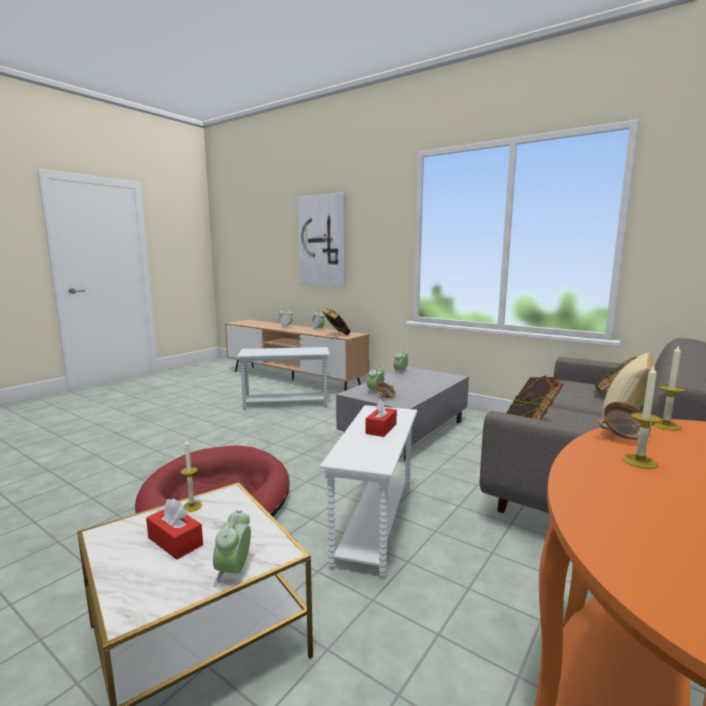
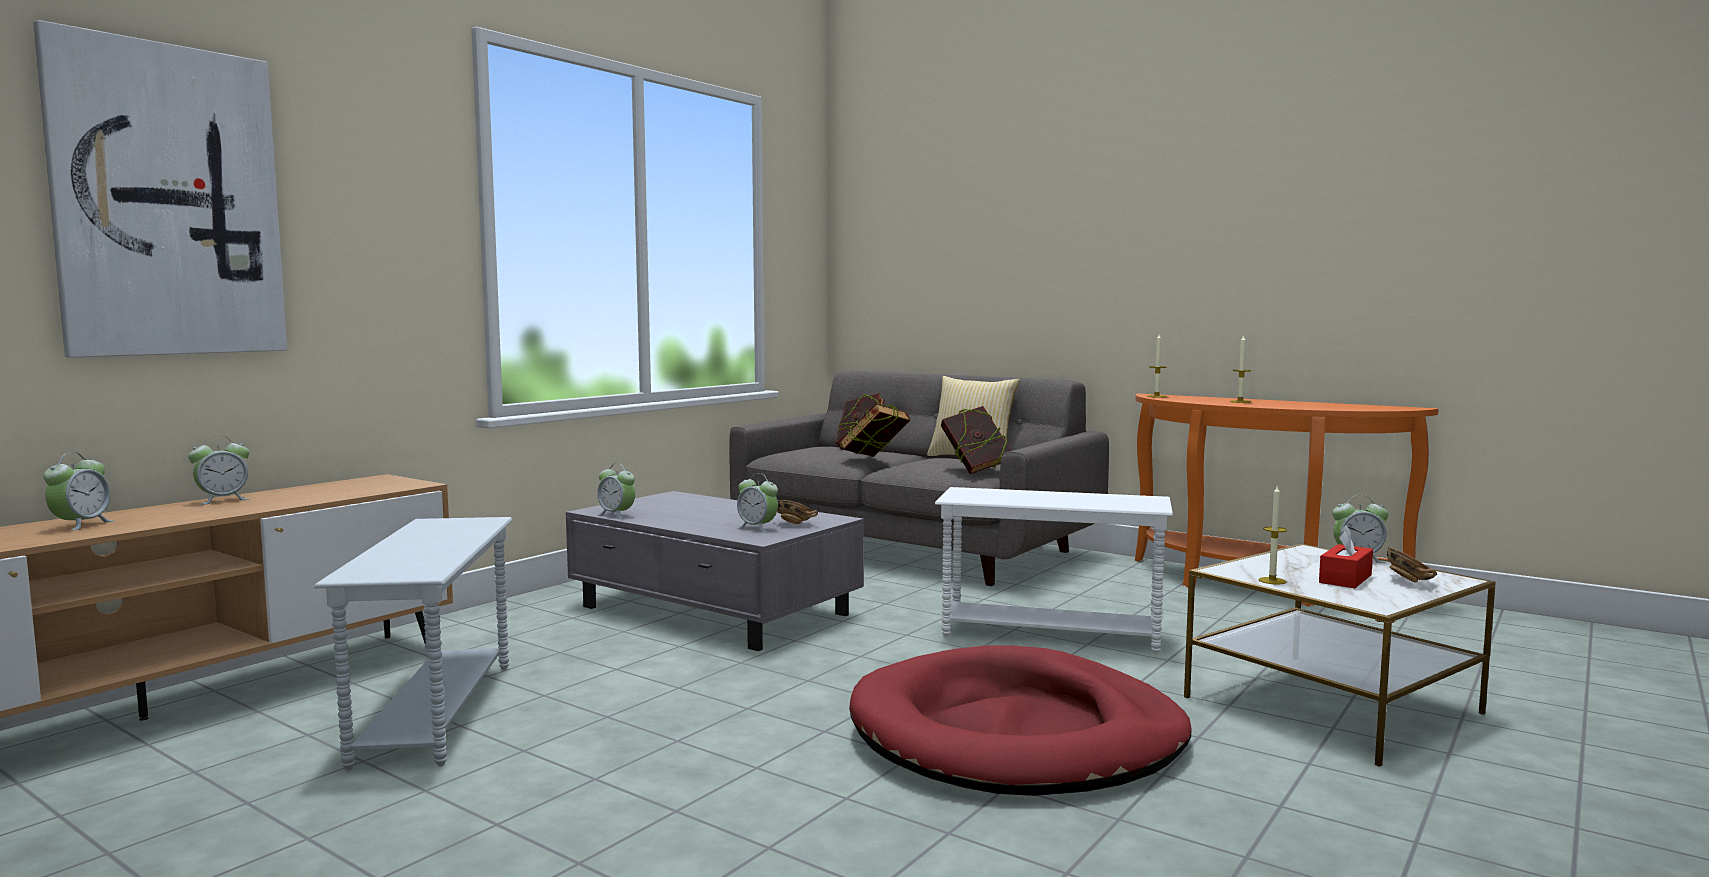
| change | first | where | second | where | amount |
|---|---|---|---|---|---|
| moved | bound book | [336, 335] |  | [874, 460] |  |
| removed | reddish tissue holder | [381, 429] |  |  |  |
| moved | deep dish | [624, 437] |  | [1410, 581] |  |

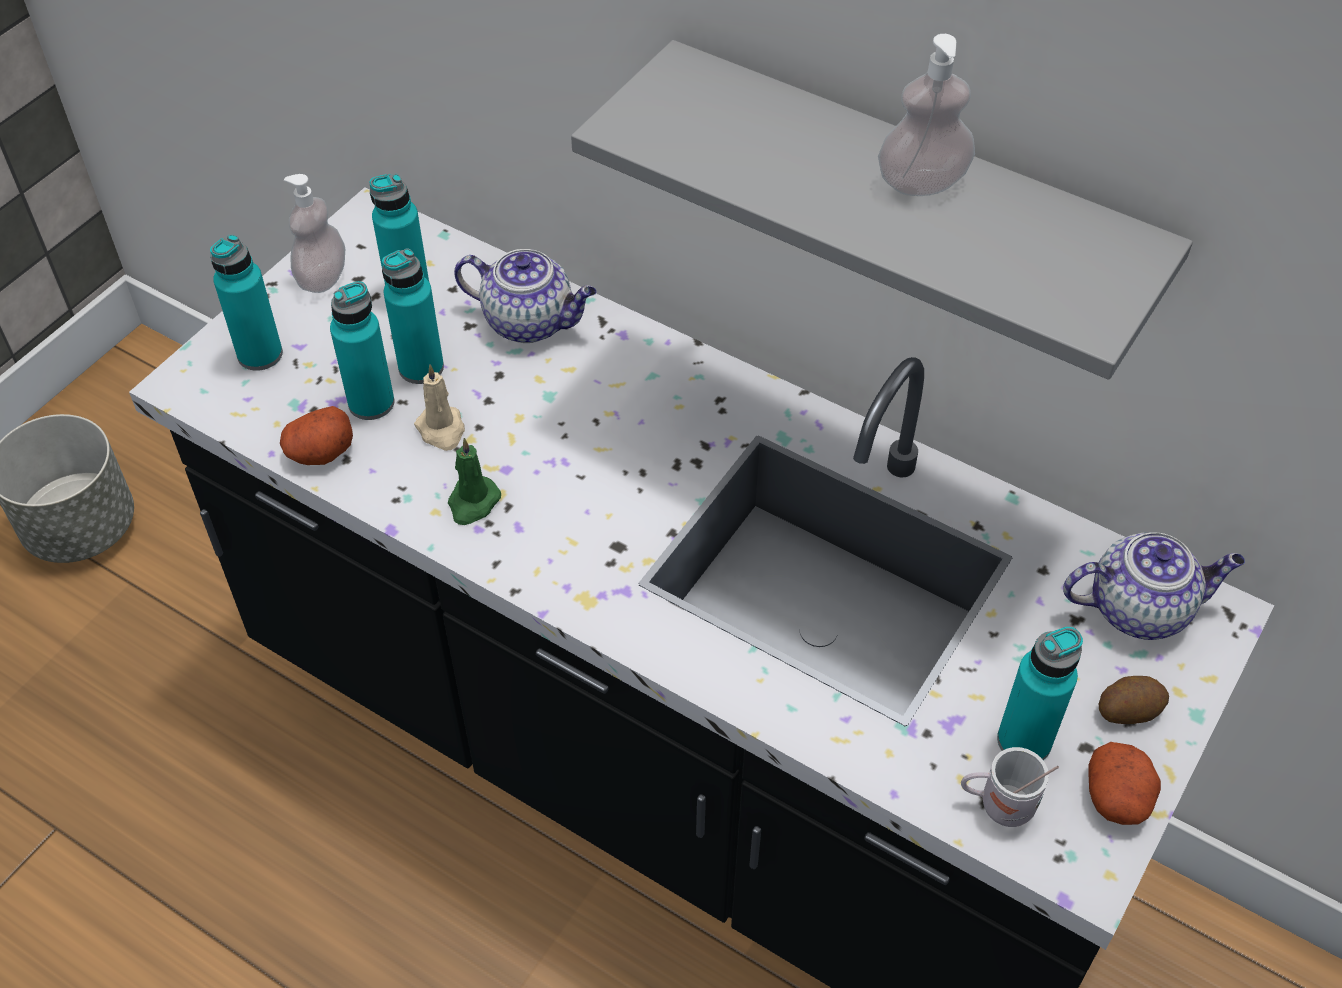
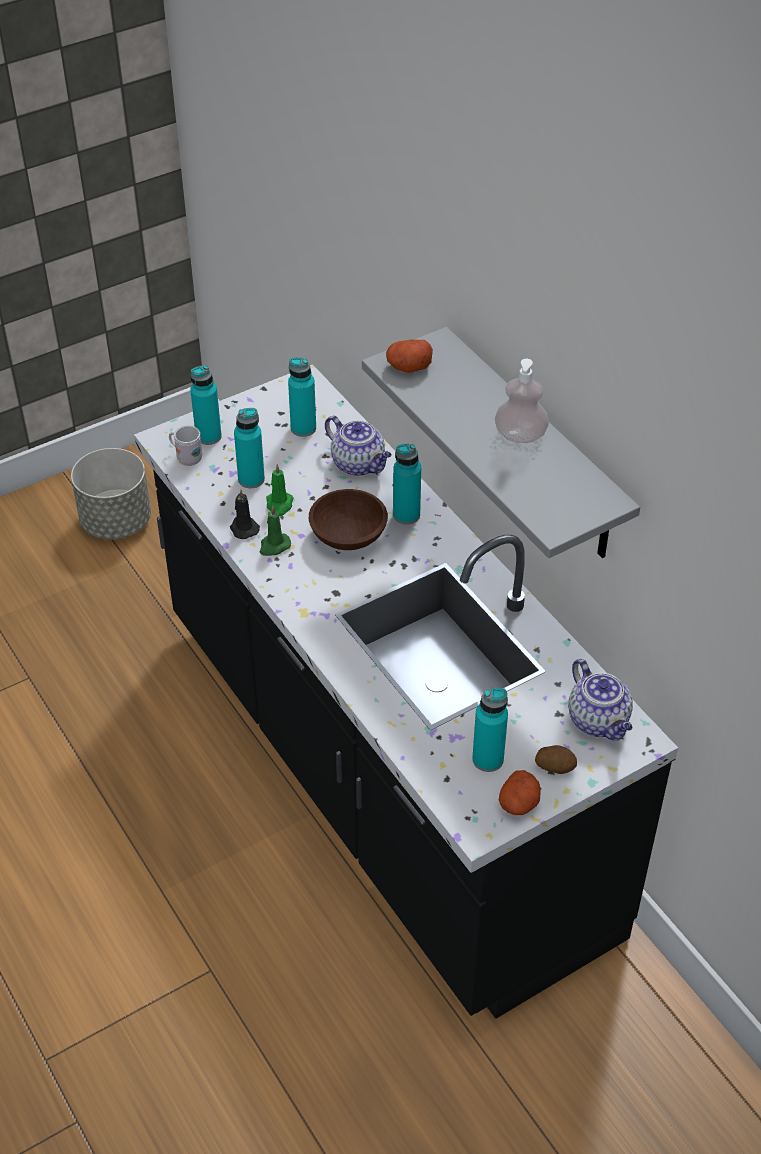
| change | first | where | second | where | amount |
|---|---|---|---|---|---|
| moved | spud | [320, 452] |  | [408, 367] |  |
| removed | liquid soap bottle | [322, 277] |  |  |  |
| moved | turquoise drink bottle | [421, 368] |  | [406, 515] |  |
| recoloured | beige wax candle | [442, 430] | greenish wax candle | [279, 505] |  |
| moved | whitish mug | [998, 805] |  | [186, 457] |  |
| turned | teapot | [1141, 608] |  | [599, 721] | 45 degrees clockwise |
| added |  |  | black-coloured wax candle | [243, 528] |  |
| added |  |  | brownish deep dish | [347, 536] |  |

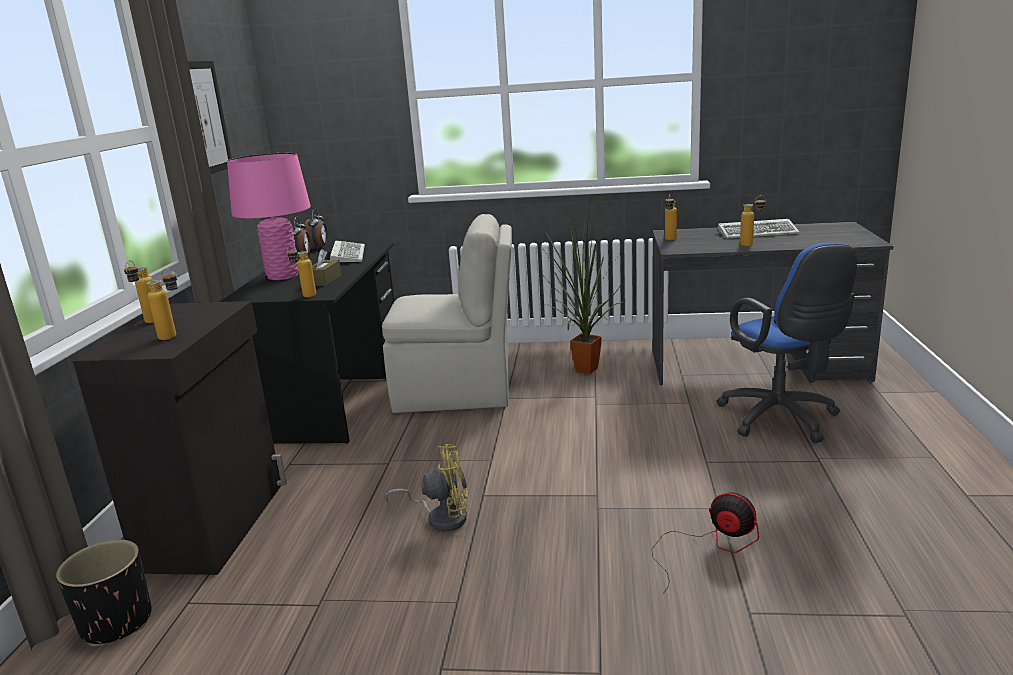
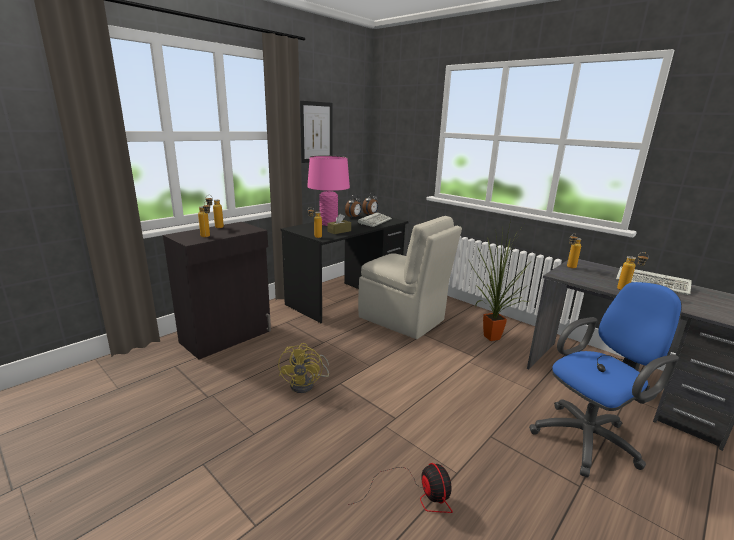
| change | first | where | second | where | amount |
|---|---|---|---|---|---|
| removed | black-coloured planter | [116, 623] |  |  |  |
| turned | yellow-coloured fan | [441, 517] |  | [307, 384] | 60 degrees clockwise |
| turned | blue desk chair | [782, 420] |  | [589, 438] | 135 degrees counterclockwise |

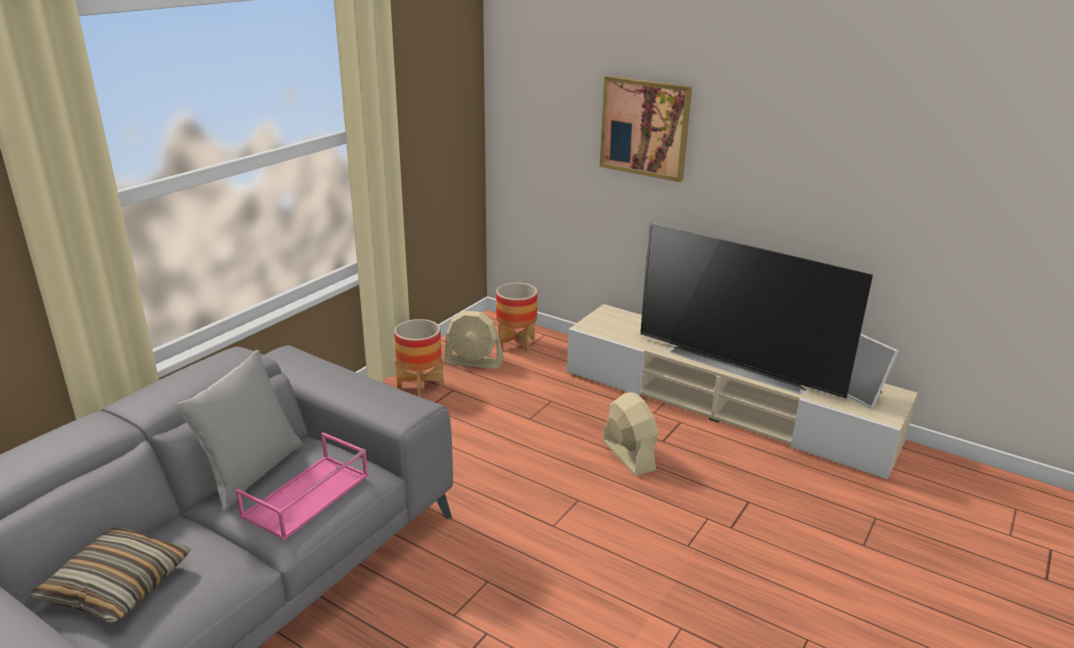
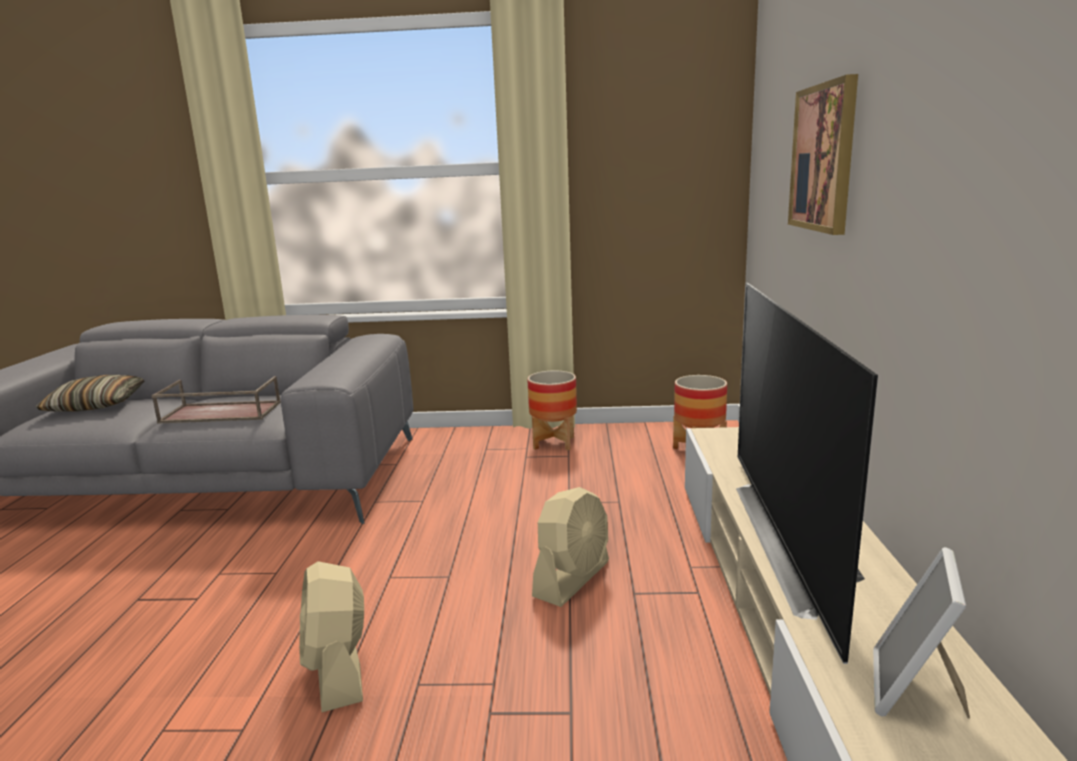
| change | first | where | second | where | amount |
|---|---|---|---|---|---|
| removed | greyish throw pillow | [251, 473] |  |  |  |
| recoloured | pinkish tray | [306, 497] | brownish tray | [219, 413] |  |
| moved | beige fan | [474, 362] |  | [337, 670] |  |

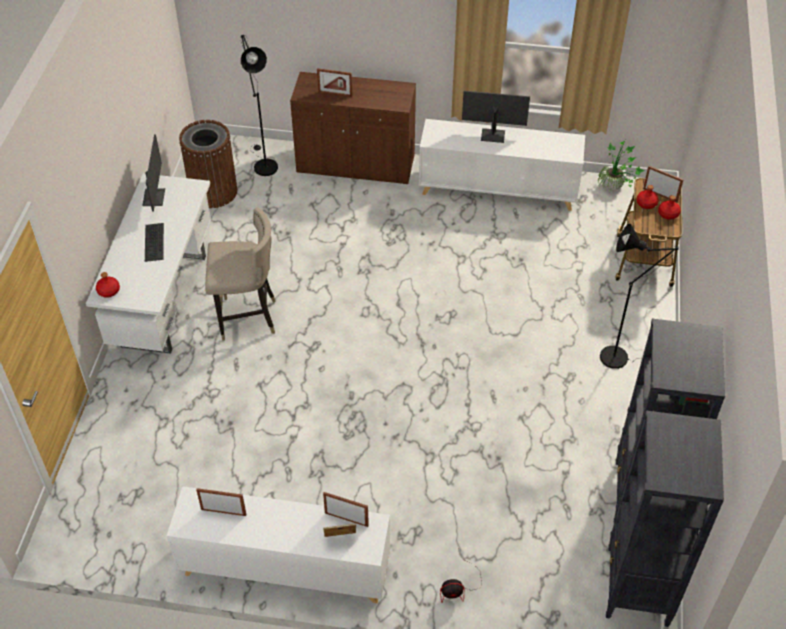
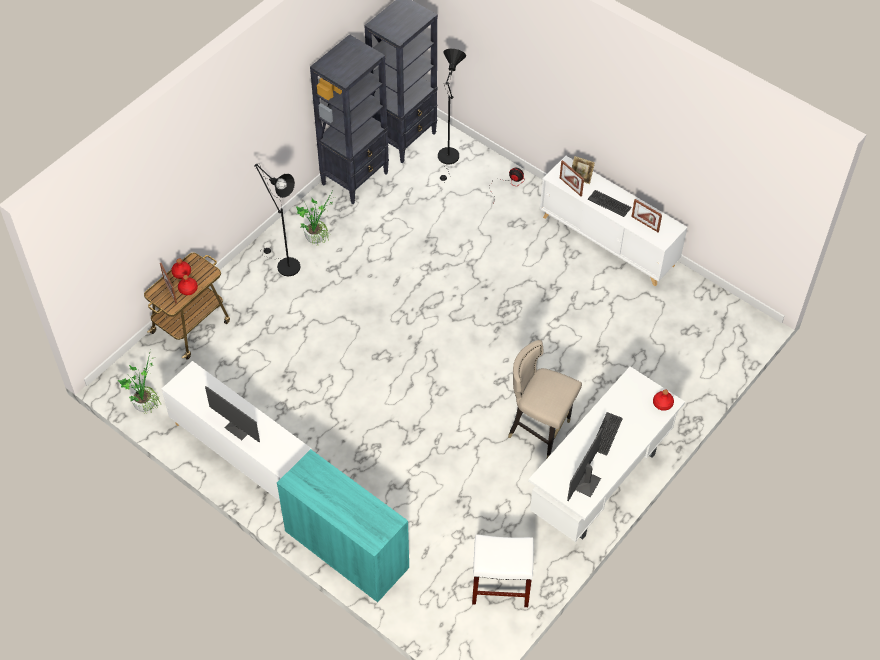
| change | first | where | second | where | amount |
|---|---|---|---|---|---|
| replaced | brownish rubbish bin | [213, 191] | whitish stool seat | [500, 587] |  |
| moved | black-coloured standard lamp | [263, 165] |  | [448, 159] |  |
| recoloured | brownish storage cabinet | [355, 165] | turquoise storage cabinet | [347, 550] |  |
| removed | picture frame | [335, 94] |  |  |  |
| added |  |  | plant in a pot | [316, 236] |  |
| added |  |  | keyboard | [609, 203] |  |

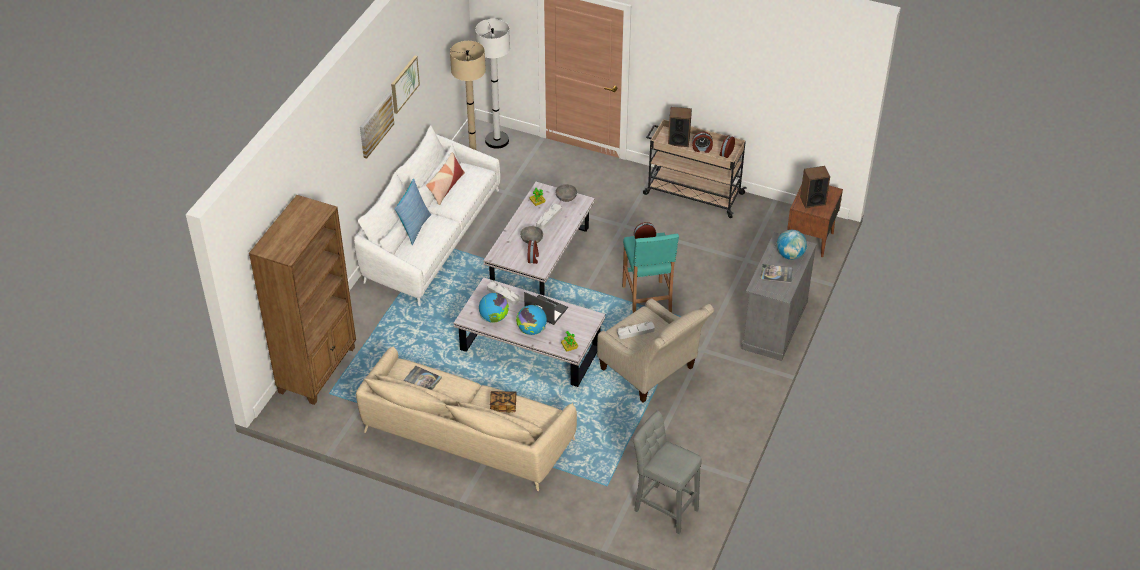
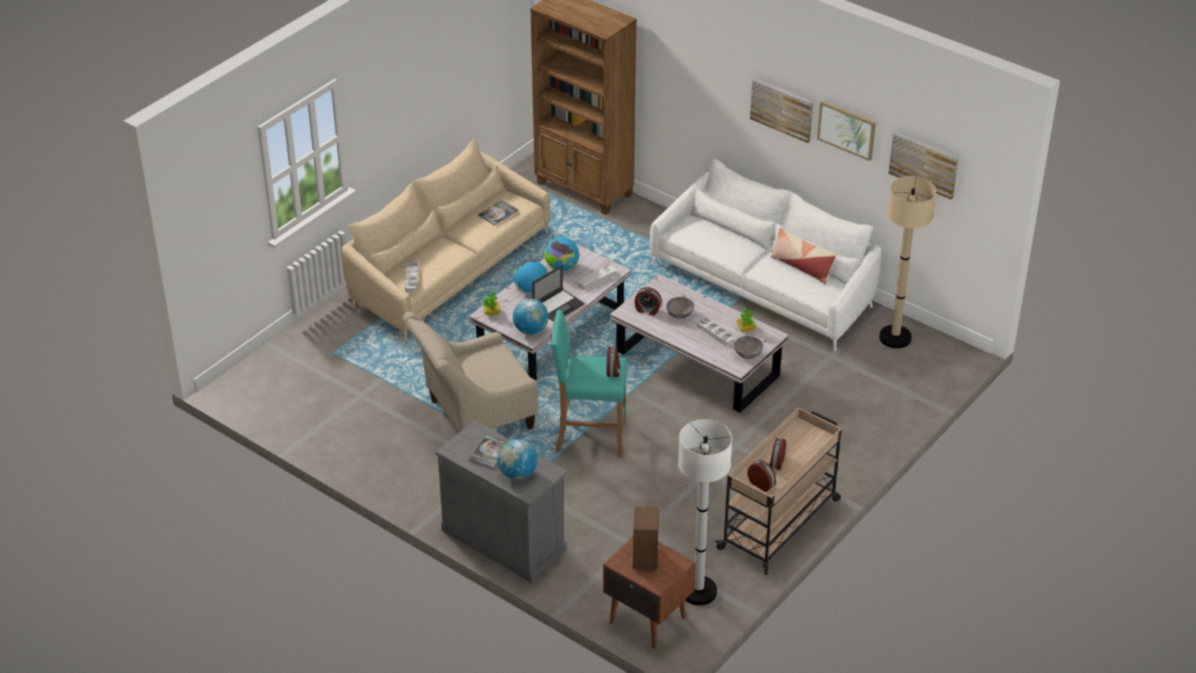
| change | first | where | second | where | amount |
|---|---|---|---|---|---|
| removed | throw pillow | [414, 228] |  |  |  |
| moved | whitish standard lamp | [497, 140] |  | [698, 591] |  |
| removed | bound book | [503, 405] |  |  |  |
| moved | greyish tray | [635, 332] |  | [411, 279] |  |
| removed | greyish stool seat | [663, 507] |  |  |  |
| removed | speaker | [678, 141] |  |  |  |
| added |  |  | world globe | [531, 330] |  |
| added |  |  | wall art | [924, 164] |  |

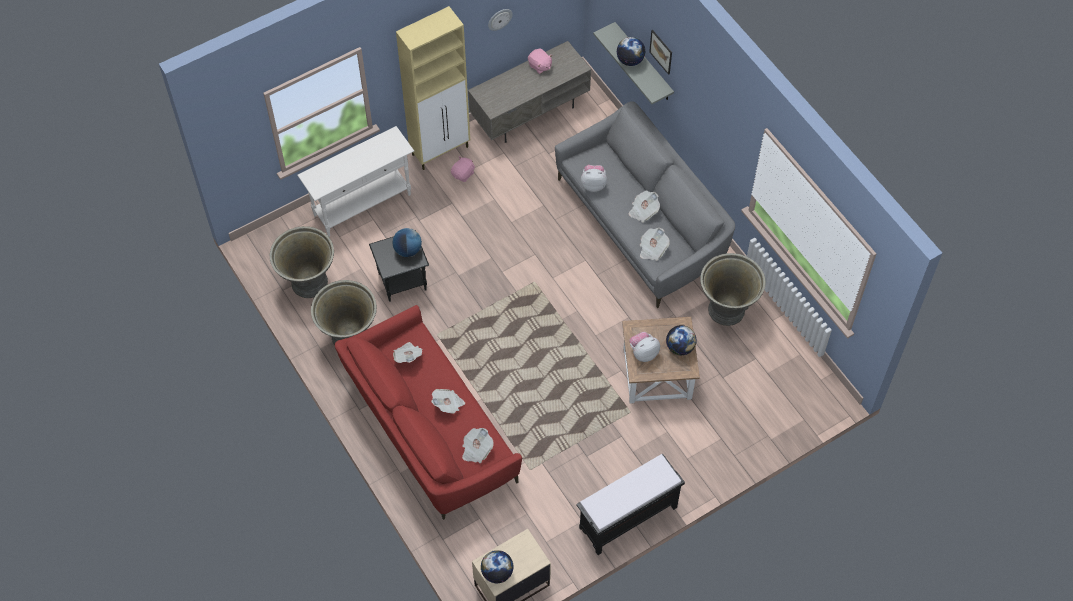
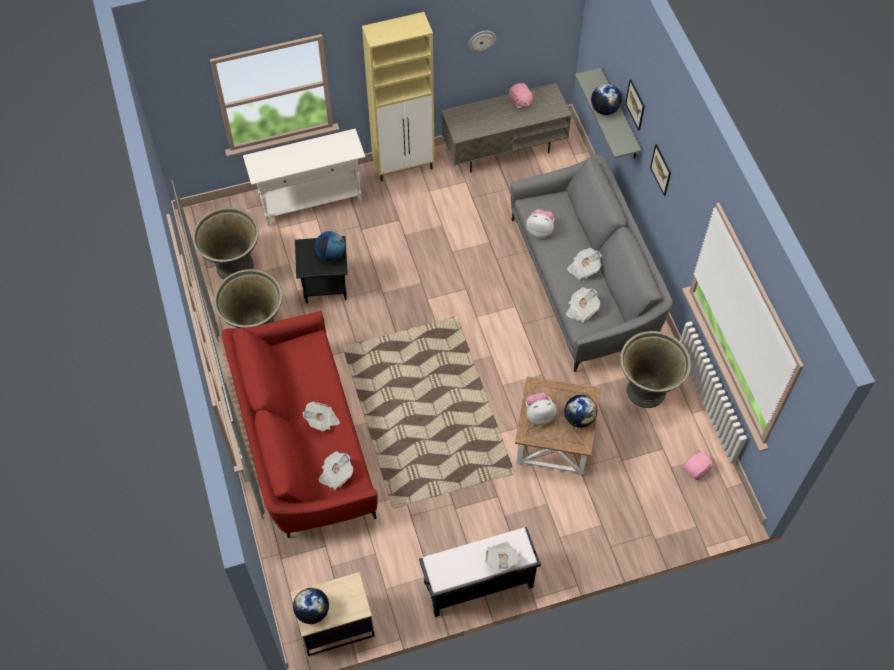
| change | first | where | second | where | amount |
|---|---|---|---|---|---|
| moved | printed paper | [408, 356] |  | [502, 559] |  |
| moved | pinkish plush toy | [463, 174] |  | [697, 469] |  |
| added |  |  | wall art | [661, 169] |  |

